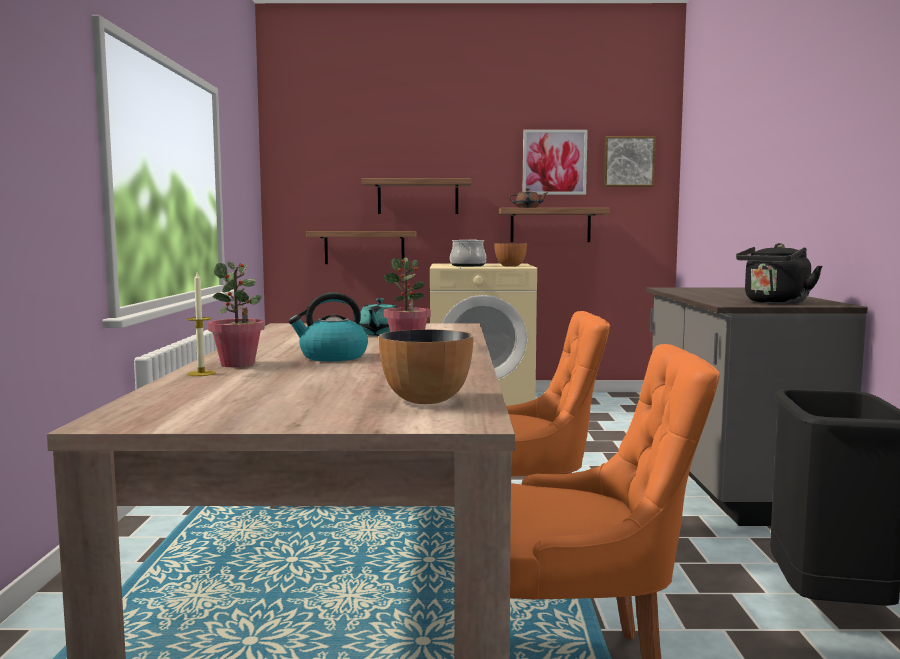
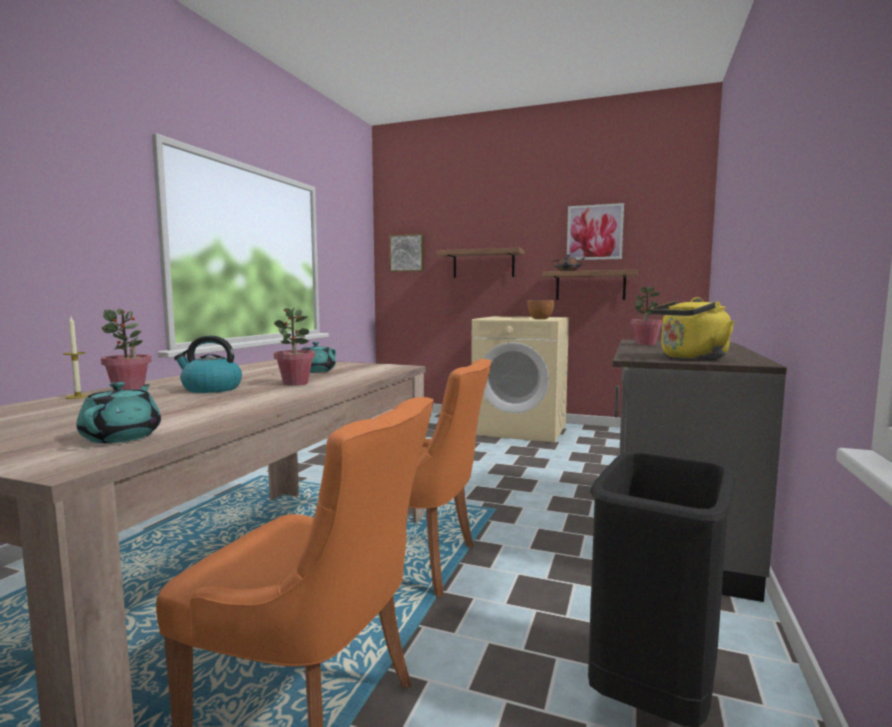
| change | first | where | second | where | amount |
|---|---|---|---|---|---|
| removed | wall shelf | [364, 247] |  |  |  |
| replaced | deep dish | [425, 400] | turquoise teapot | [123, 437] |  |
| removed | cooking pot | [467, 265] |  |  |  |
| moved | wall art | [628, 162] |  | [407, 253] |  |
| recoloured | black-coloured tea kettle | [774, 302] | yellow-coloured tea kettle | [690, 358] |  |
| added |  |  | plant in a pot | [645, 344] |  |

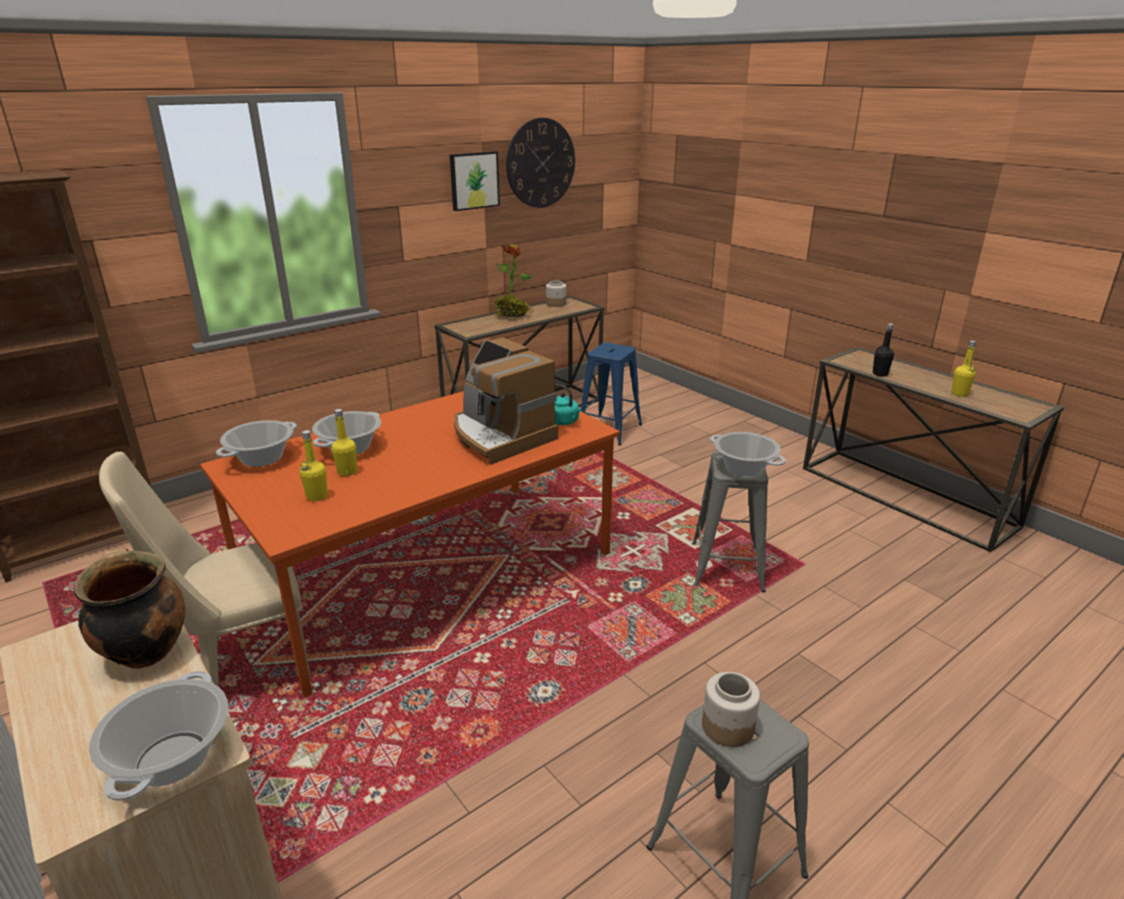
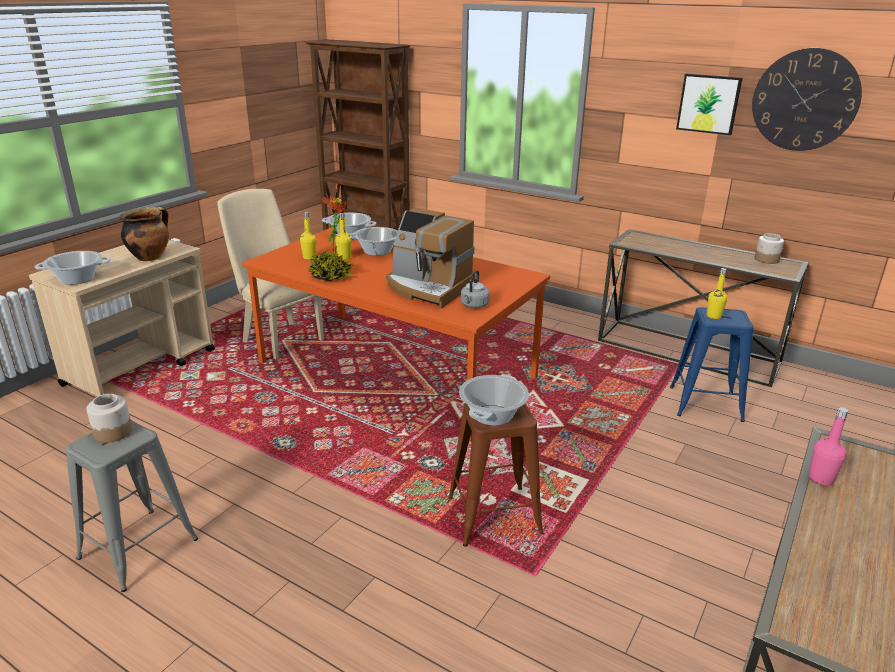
| change | first | where | second | where | amount |
|---|---|---|---|---|---|
| turned | coffee brewer | [500, 436] |  | [428, 288] | 90 degrees counterclockwise |
| moved | plant in a pot | [511, 315] |  | [331, 276] |  |
| recoloured | turquoise tea kettle | [564, 422] | greyish tea kettle | [474, 305] |  |
| recoloured | greyish stool seat | [726, 566] | brownish stool seat | [494, 516] |  |
| recoloured | black-coloured drink bottle | [880, 374] | pinkish drink bottle | [821, 478] |  |
| moved | yellow-coloured drink bottle | [959, 394] |  | [713, 316] |  |

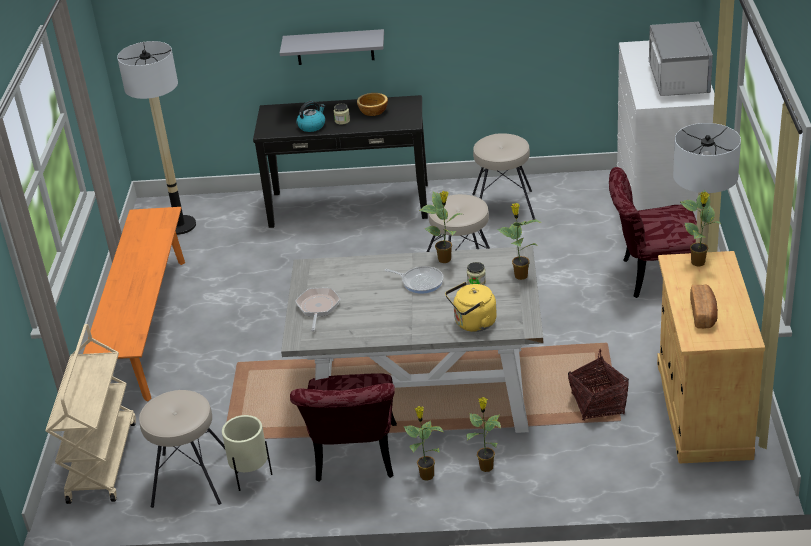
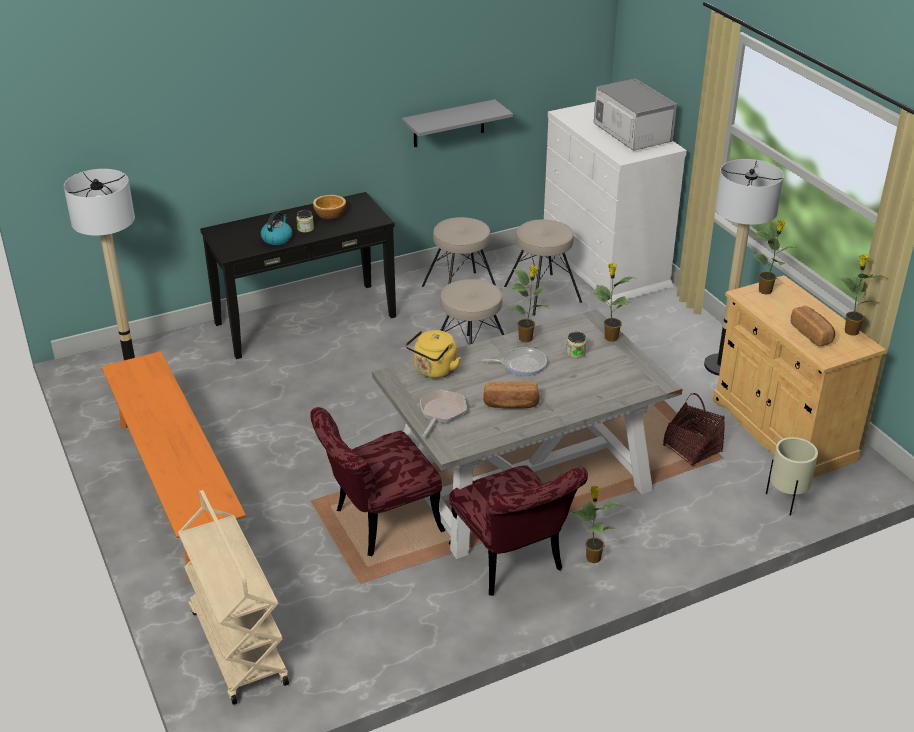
| change | first | where | second | where | amount |
|---|---|---|---|---|---|
| moved | beige stool seat | [190, 478] |  | [542, 294] |  |
| moved | beige planter | [251, 477] |  | [786, 500] |  |
| moved | greyish wall shelf | [335, 47] |  | [449, 123] |  |
| turned | skillet | [318, 308] |  | [441, 413] | 45 degrees clockwise |
| moved | yellow-coloured tea kettle | [473, 324] |  | [434, 371] |  |
| moved | plant in a pot | [486, 466] |  | [850, 331] |  |
| moved | reddish chair | [652, 277] |  | [378, 524] |  |
| added |  |  | bakery bread | [511, 404] |  |

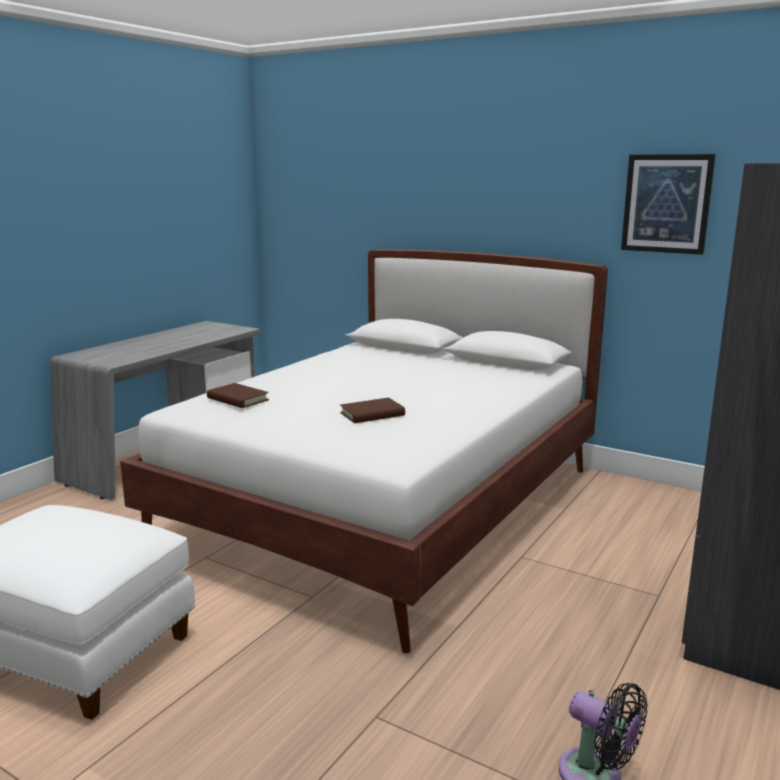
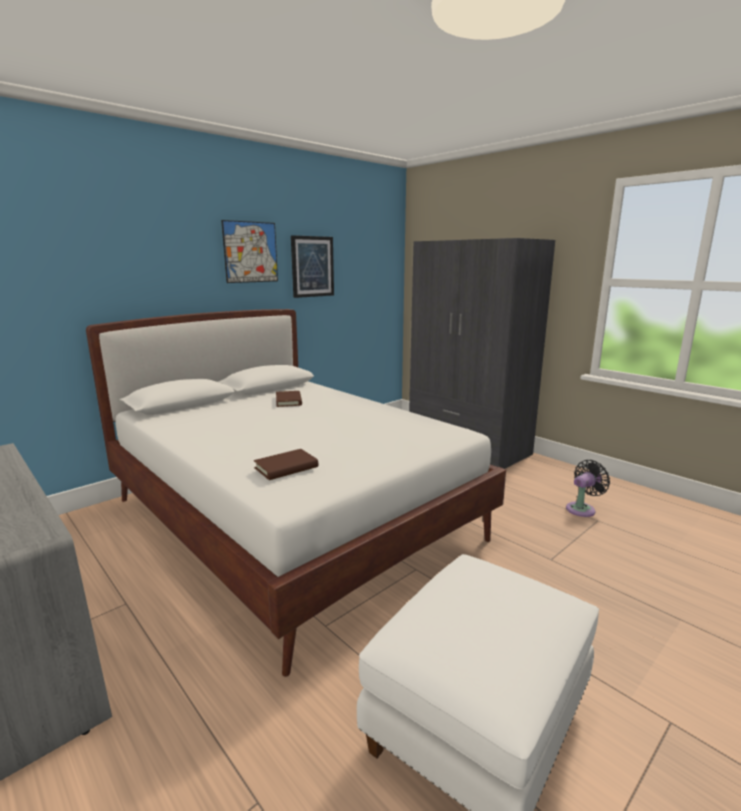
| change | first | where | second | where | amount |
|---|---|---|---|---|---|
| moved | brownish bound book | [372, 414] |  | [288, 401] |  |
| added |  |  | wall art | [250, 252] |  |

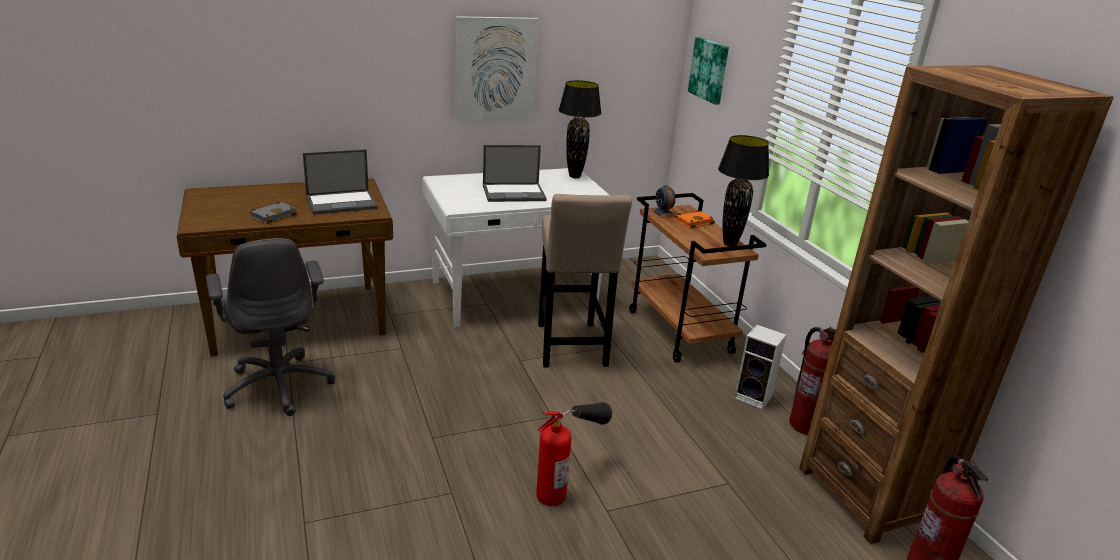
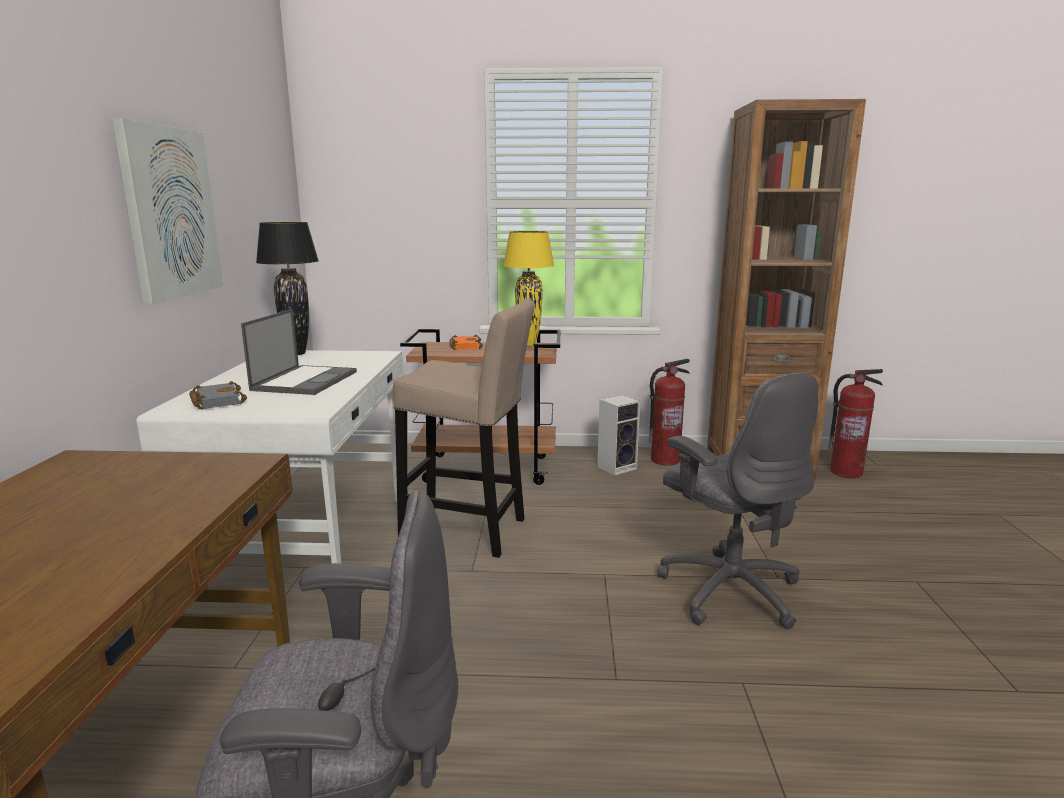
| change | first | where | second | where | amount |
|---|---|---|---|---|---|
| moved | greyish bound book | [273, 215] |  | [216, 401] |  |
| removed | notebook computer | [342, 202] |  |  |  |
| replaced | extinguisher | [568, 482] | greyish desk chair | [729, 590] |  |
| removed | table clock | [663, 213] |  |  |  |
| removed | wall art | [710, 70] |  |  |  |
| recoloured | black-coloured table lamp | [729, 244] | yellow-coloured table lamp | [528, 345] |  |

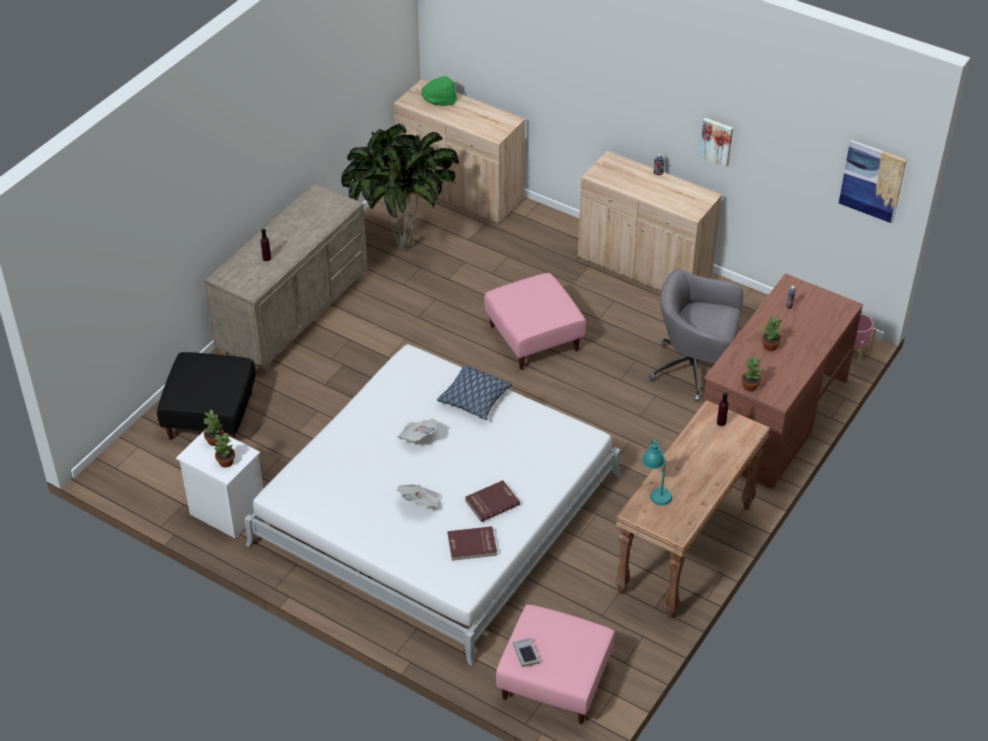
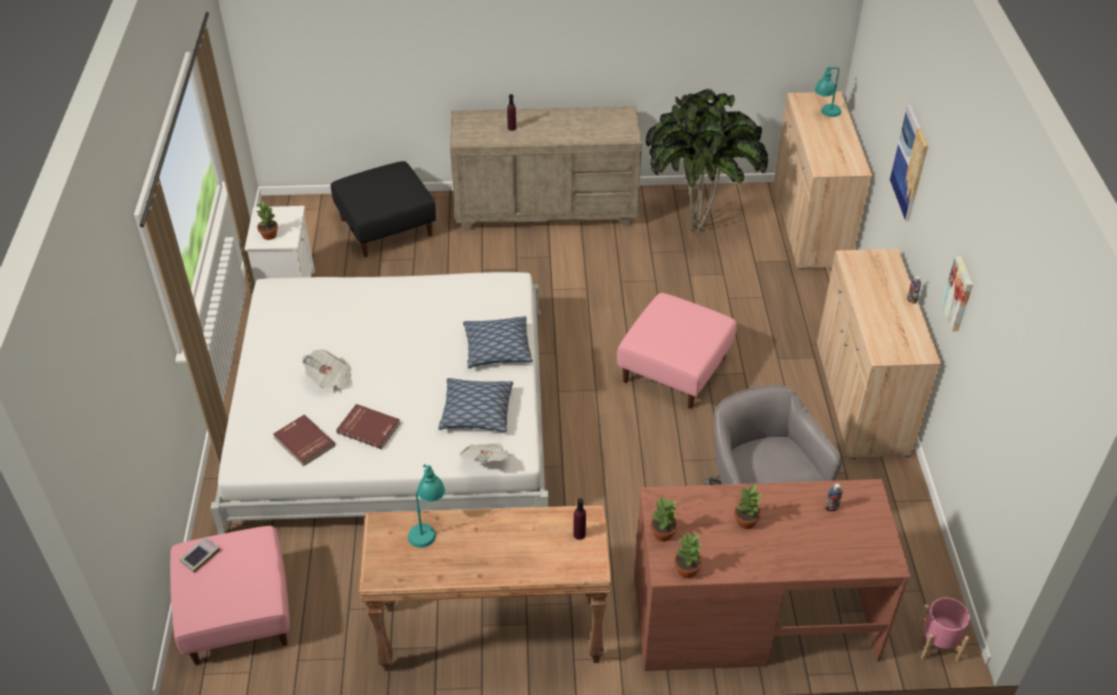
| change | first | where | second | where | amount |
|---|---|---|---|---|---|
| moved | plant in a pot | [214, 440] |  | [687, 570] |  |
| moved | printed paper | [418, 437] |  | [486, 461] |  |
| replaced | greenish wearable hat | [439, 100] | turquoise table lamp | [825, 114] |  |
| moved | wall art | [872, 181] |  | [910, 163] |  |
| added |  |  | throw pillow | [476, 412] |  |

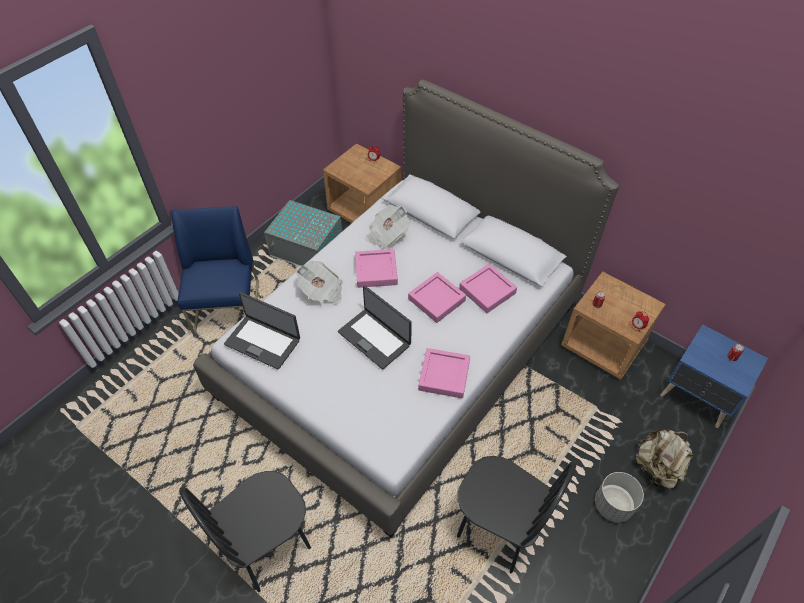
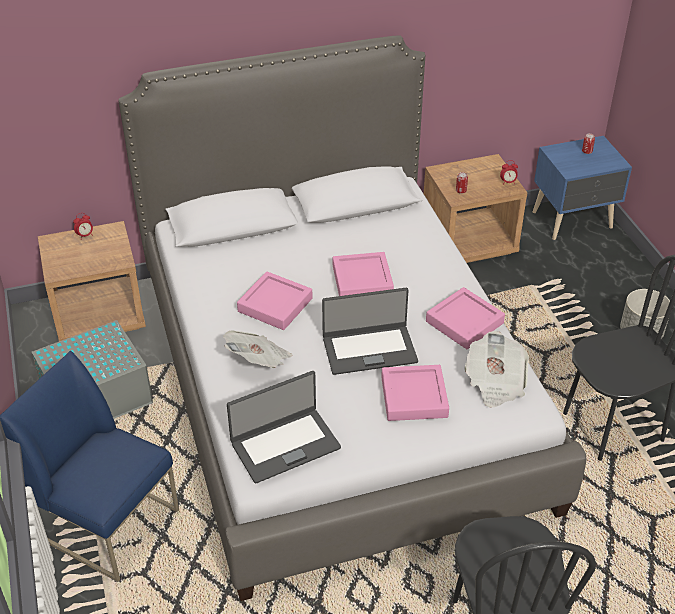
| change | first | where | second | where | amount |
|---|---|---|---|---|---|
| moved | printed paper | [387, 235] |  | [495, 383] |  |
| moved | pinkish tray | [487, 291] |  | [414, 397] |  |
| removed | beige knapsack | [656, 468] |  |  |  |

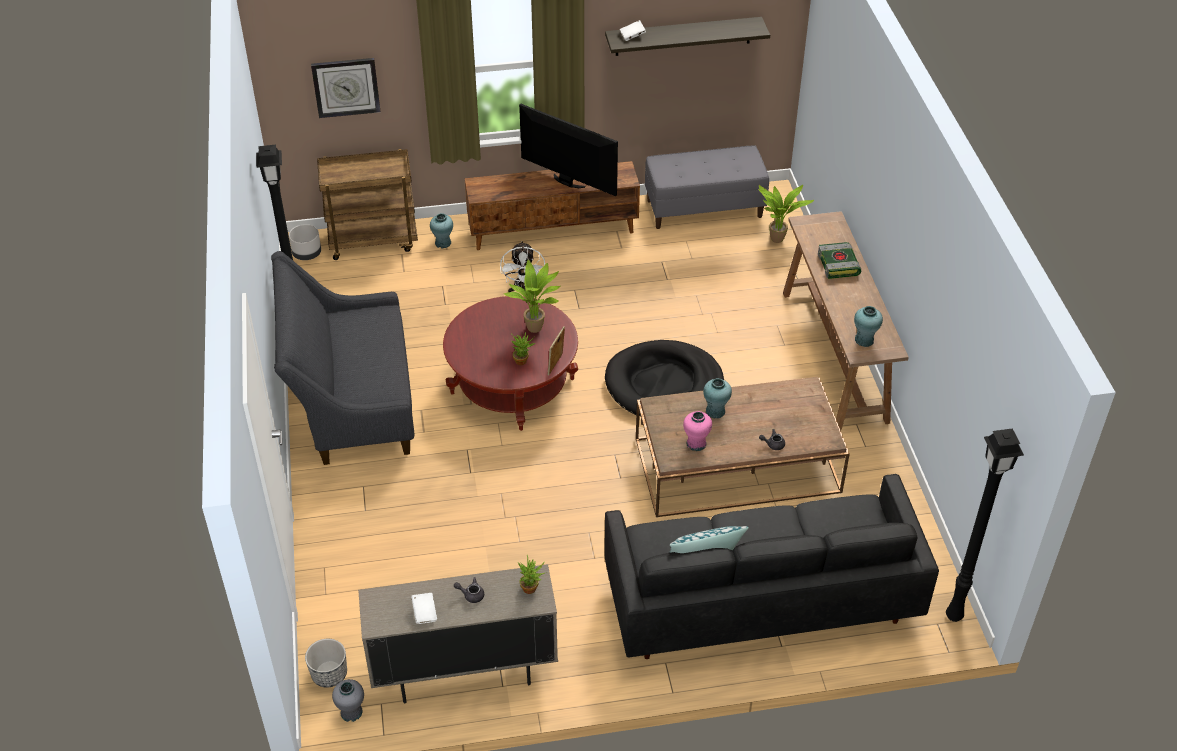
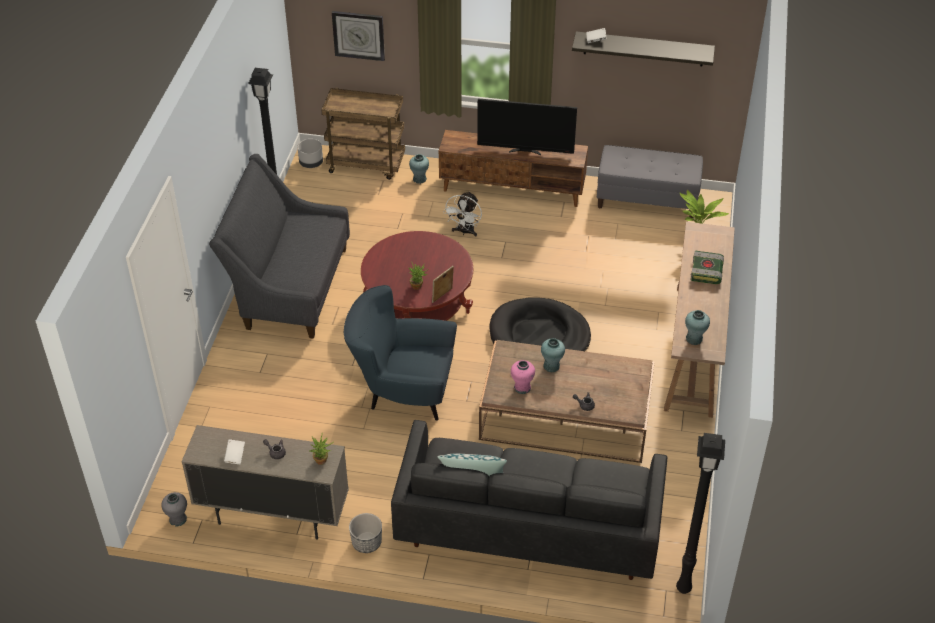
| change | first | where | second | where | amount |
|---|---|---|---|---|---|
| moved | planter | [329, 674] |  | [366, 543] |  |
| removed | plant in a pot | [537, 329] |  |  |  |
| turned | TV set | [567, 182] |  | [525, 151] | 135 degrees clockwise |
| added |  |  | blue lounge chair | [403, 393] |  |

